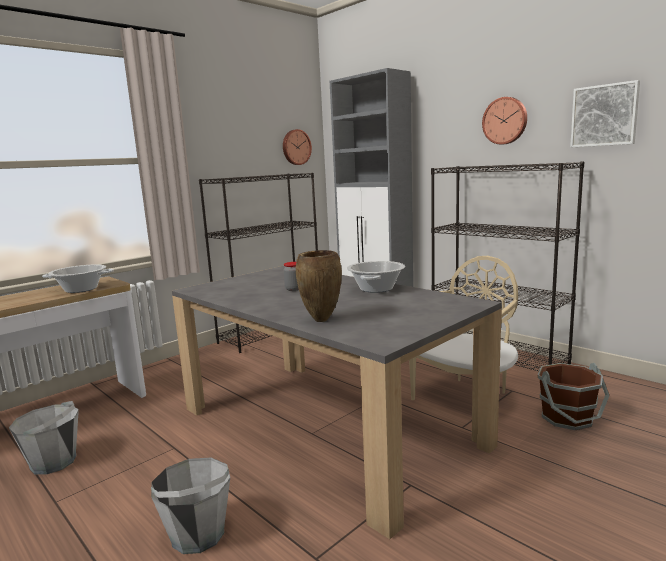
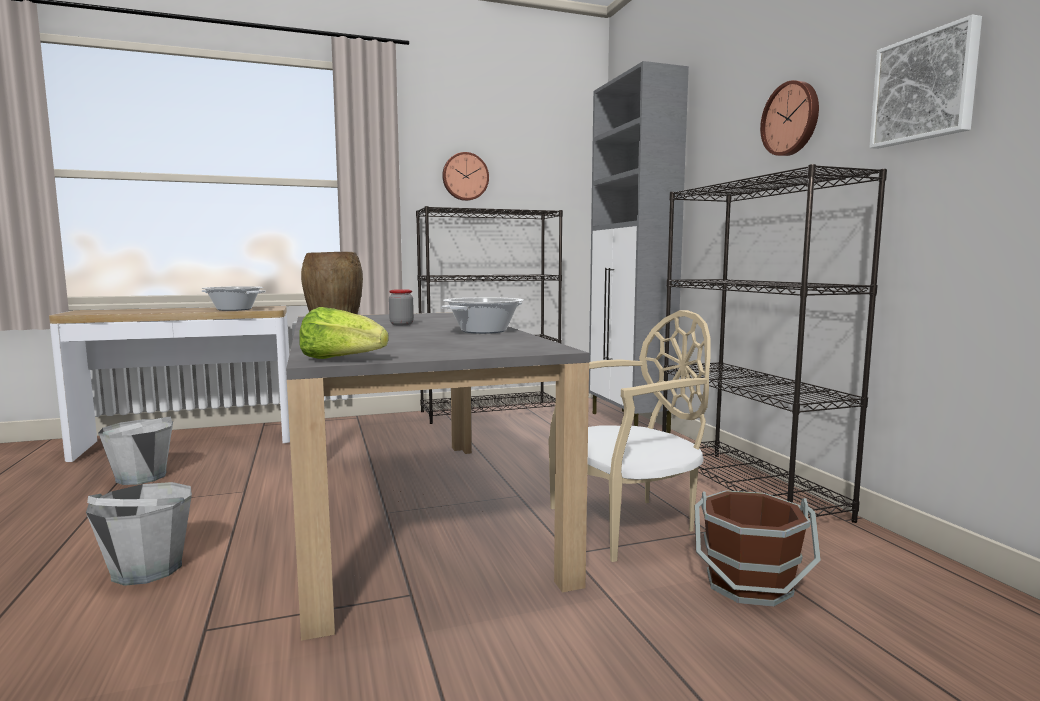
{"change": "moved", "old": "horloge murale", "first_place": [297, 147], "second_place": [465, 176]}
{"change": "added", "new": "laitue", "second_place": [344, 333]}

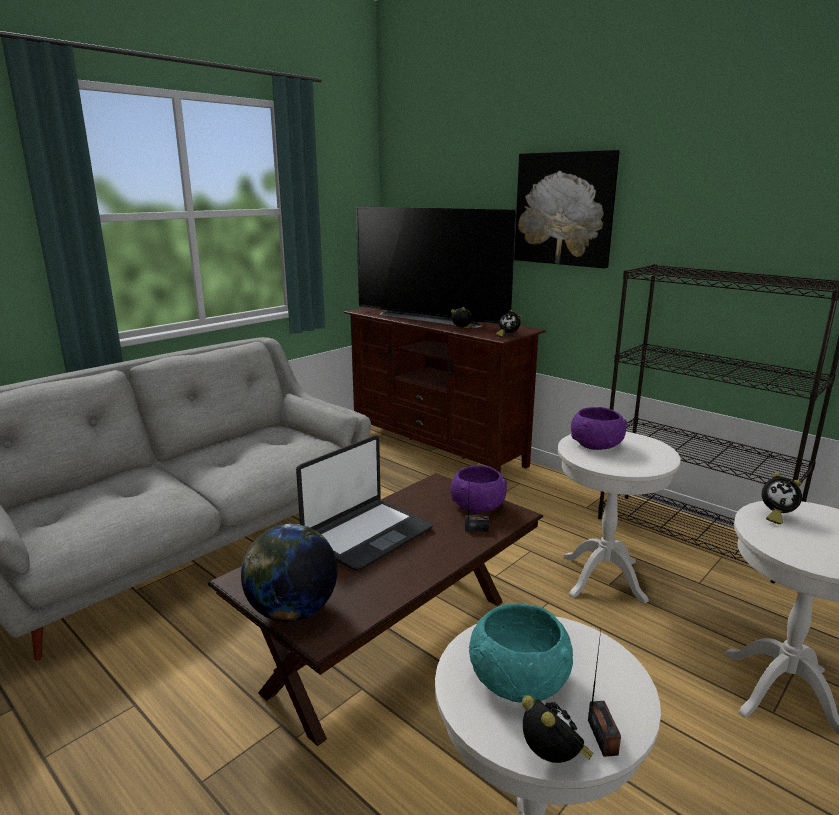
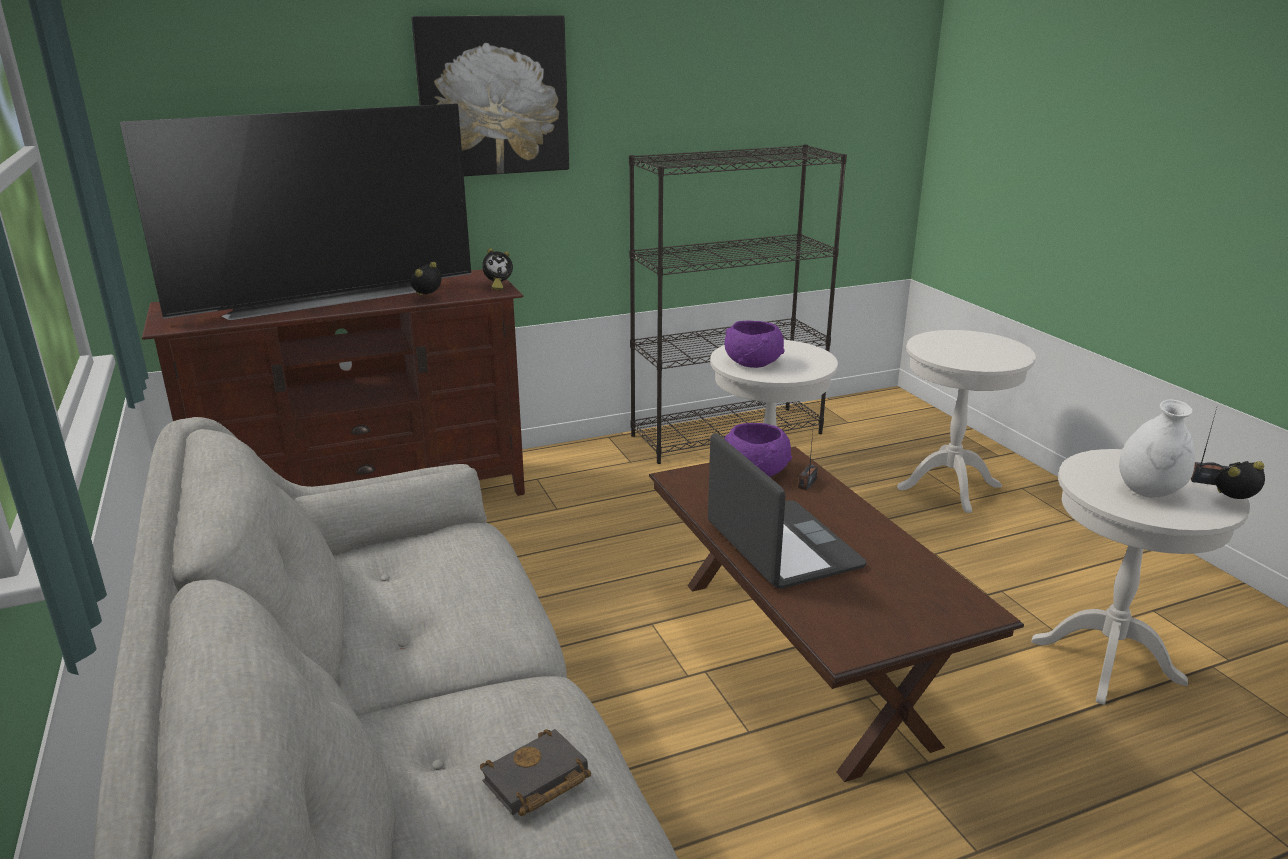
{"change": "removed", "old": "réveil", "first_place": [782, 498]}
{"change": "removed", "old": "globe", "first_place": [289, 573]}
{"change": "replaced", "old": "bol (turquoise)", "new": "vase (blanc)", "first_place": [521, 653], "second_place": [1157, 448]}
{"change": "added", "new": "livre (noir)", "second_place": [535, 772]}

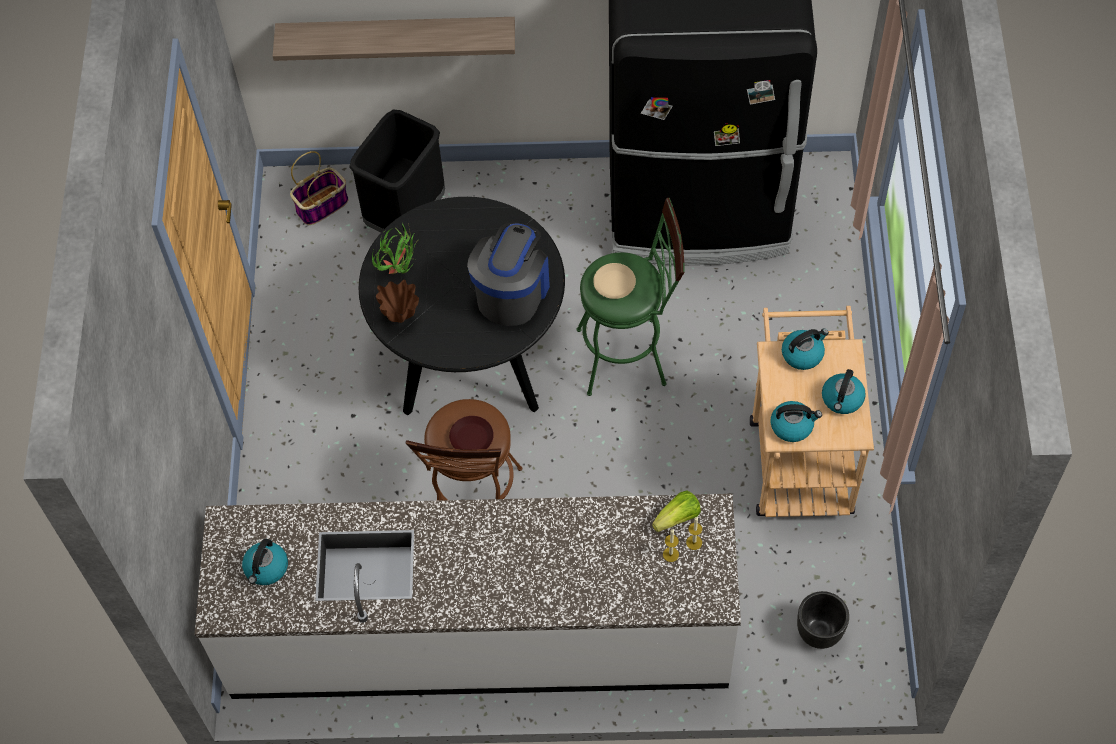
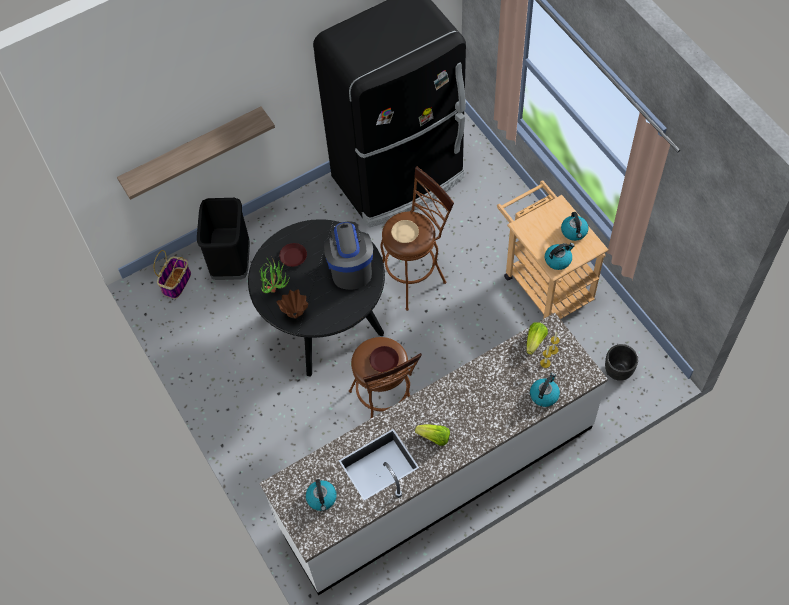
{"change": "recoloured", "old": "tabouret (vert)", "new": "tabouret (marron)", "first_place": [631, 297], "second_place": [417, 238]}
{"change": "moved", "old": "bouilloire", "first_place": [805, 349], "second_place": [545, 390]}
{"change": "added", "new": "assiette (marron)", "second_place": [293, 255]}
{"change": "added", "new": "laitue", "second_place": [432, 435]}

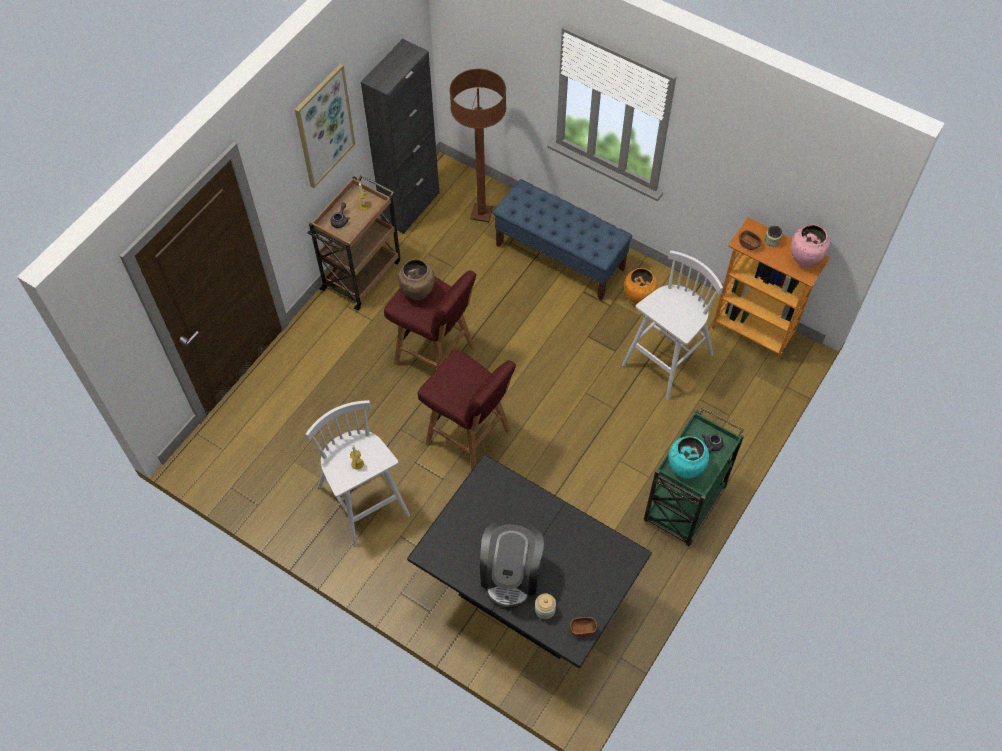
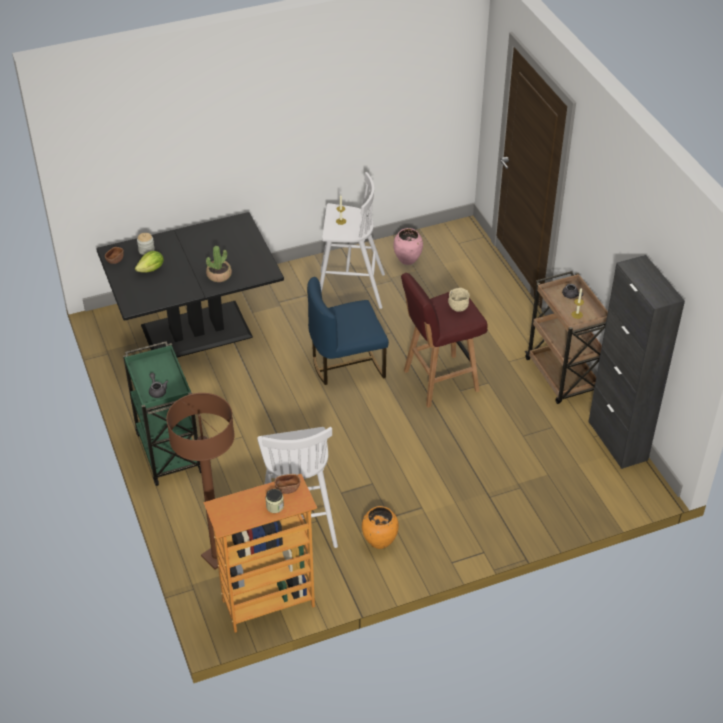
{"change": "removed", "old": "tableau", "first_place": [325, 126]}
{"change": "moved", "old": "lampadaire (marron)", "first_place": [478, 145], "second_place": [200, 481]}
{"change": "removed", "old": "banc (bleu)", "first_place": [562, 240]}
{"change": "moved", "old": "vase (rose)", "first_place": [810, 245], "second_place": [408, 246]}
{"change": "replaced", "old": "vase (marron)", "new": "bol (beige)", "first_place": [416, 279], "second_place": [459, 300]}
{"change": "replaced", "old": "tabouret (rouge)", "new": "chaise (bleu)", "first_place": [467, 410], "second_place": [348, 331]}
{"change": "removed", "old": "vase (turquoise)", "first_place": [689, 457]}
{"change": "removed", "old": "machine à café", "first_place": [512, 563]}
{"change": "added", "new": "plante en pot", "second_place": [219, 264]}
{"change": "added", "new": "laitue", "second_place": [149, 262]}

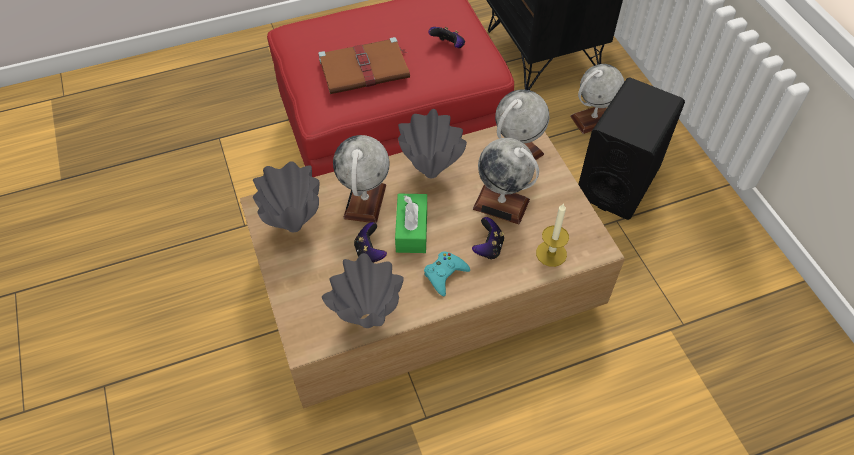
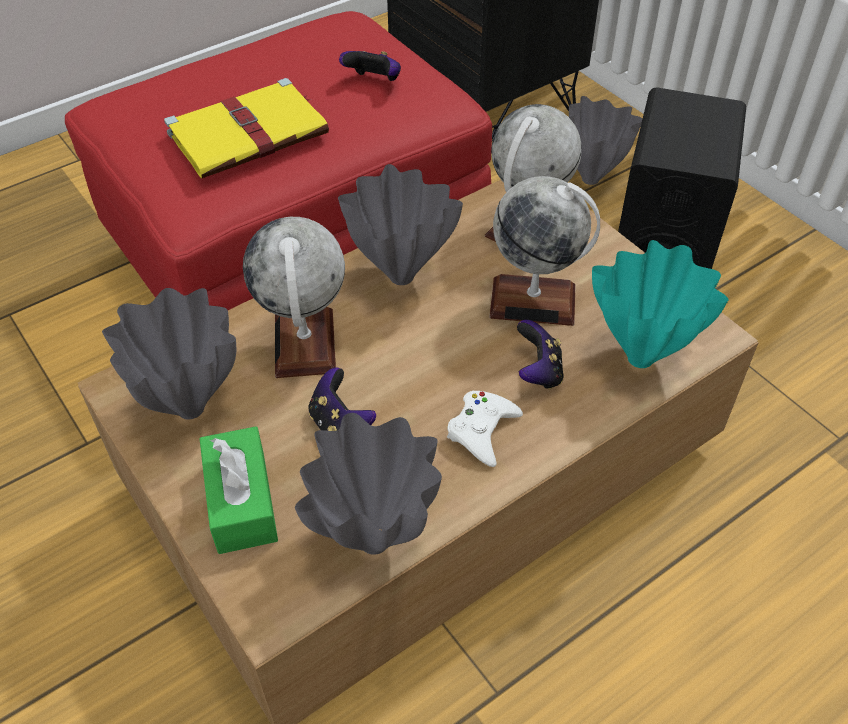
{"change": "recoloured", "old": "livre (marron)", "new": "livre (jaune)", "first_place": [364, 65], "second_place": [246, 128]}
{"change": "replaced", "old": "globe", "new": "vase (gris)", "first_place": [597, 99], "second_place": [605, 140]}
{"change": "moved", "old": "boîte à mouchoirs (vert)", "first_place": [411, 223], "second_place": [238, 490]}
{"change": "replaced", "old": "bougie", "new": "vase (turquoise)", "first_place": [552, 235], "second_place": [660, 304]}
{"change": "recoloured", "old": "manette (turquoise)", "new": "manette (blanc)", "first_place": [447, 273], "second_place": [485, 429]}

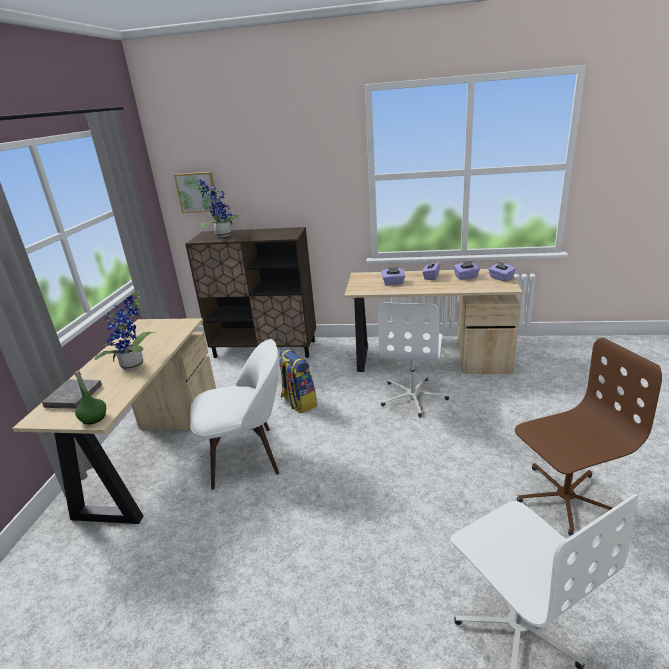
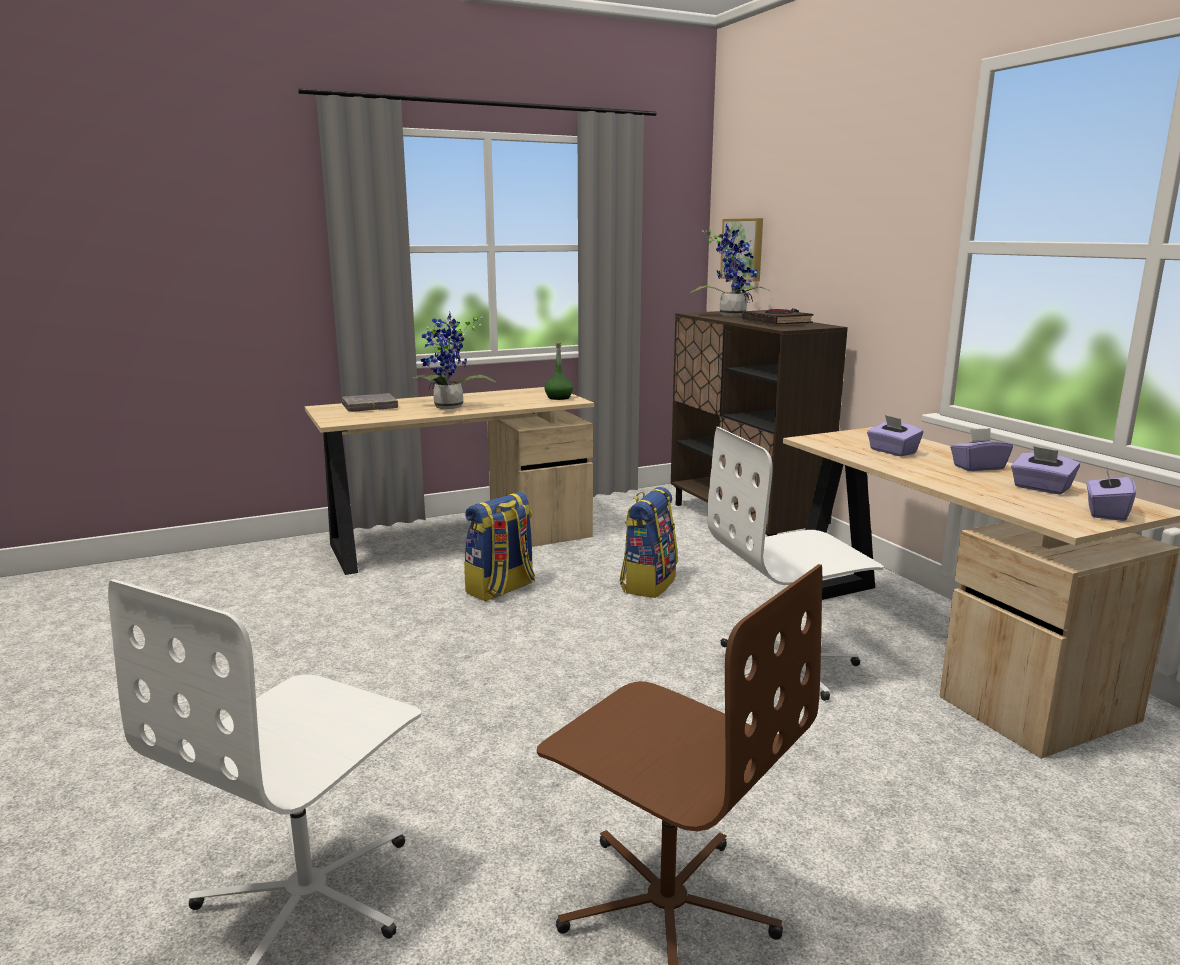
{"change": "replaced", "old": "chaise (blanc)", "new": "sac à dos", "first_place": [235, 414], "second_place": [499, 546]}
{"change": "moved", "old": "bouteille (vert)", "first_place": [90, 398], "second_place": [558, 371]}
{"change": "added", "new": "livre (noir)", "second_place": [777, 317]}

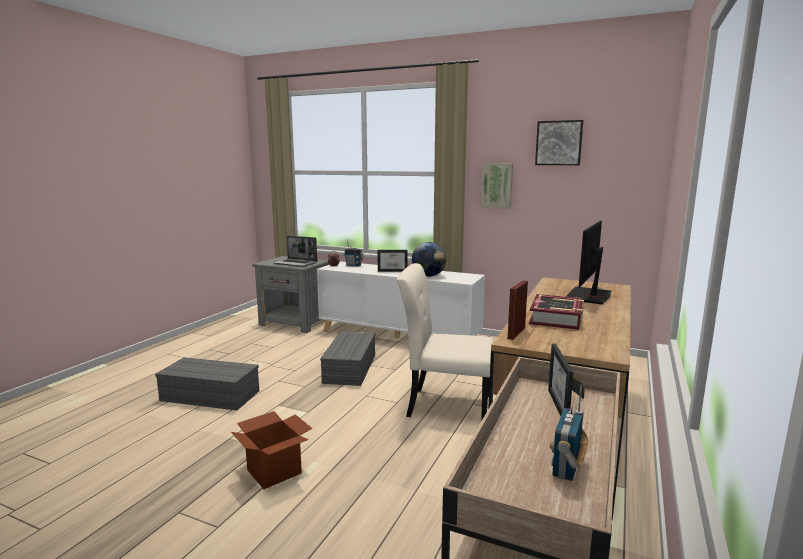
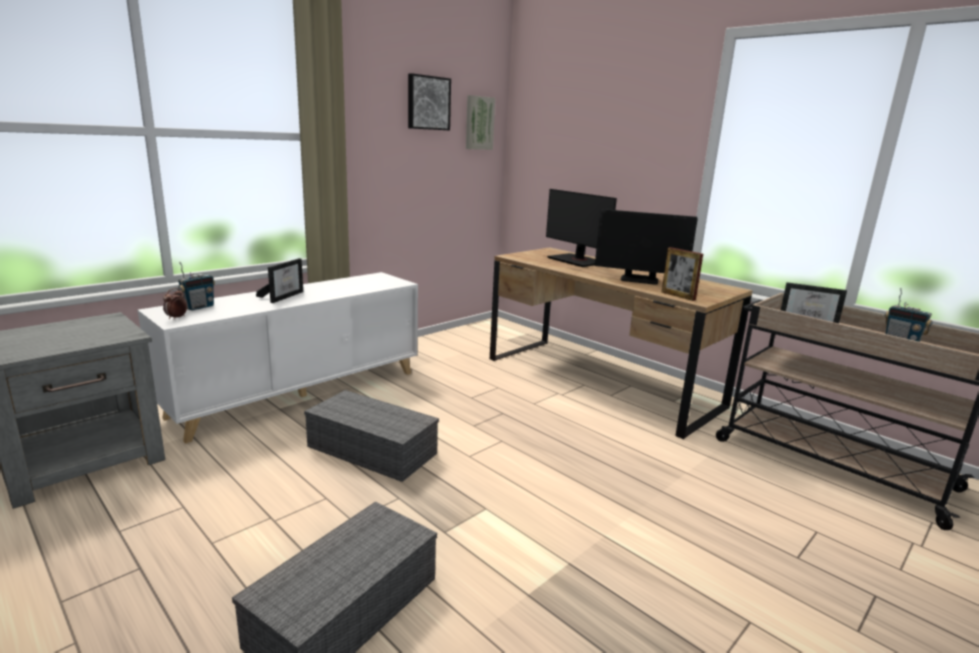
{"change": "moved", "old": "tableau", "first_place": [497, 186], "second_place": [480, 122]}
{"change": "removed", "old": "ordinateur portable", "first_place": [295, 251]}
{"change": "removed", "old": "globe", "first_place": [429, 259]}
{"change": "removed", "old": "chaise (beige)", "first_place": [445, 342]}
{"change": "replaced", "old": "livre", "new": "écran d'ordinateur", "first_place": [556, 312], "second_place": [646, 247]}
{"change": "removed", "old": "carton", "first_place": [272, 450]}

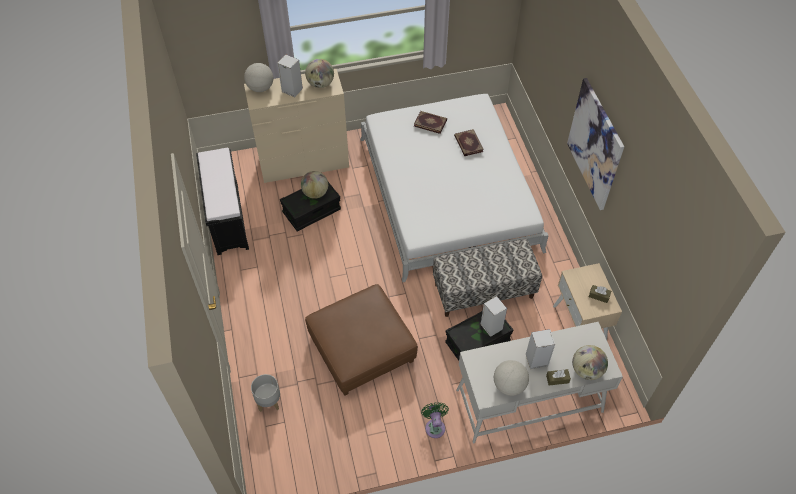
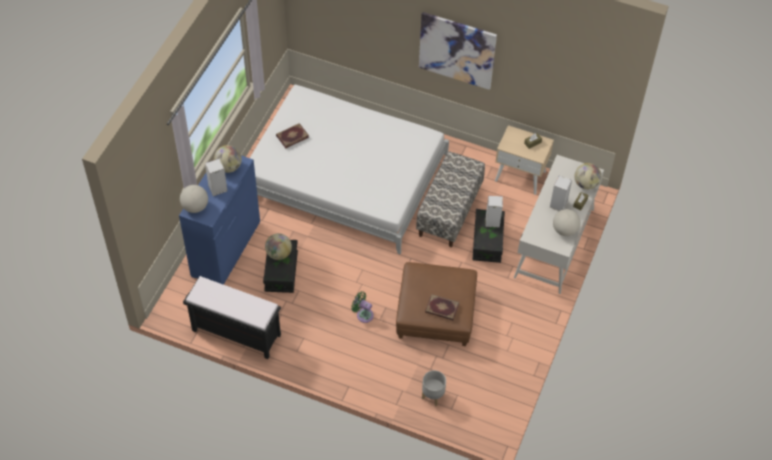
{"change": "recoloured", "old": "commode (beige)", "new": "commode (bleu)", "first_place": [296, 126], "second_place": [219, 220]}
{"change": "moved", "old": "livre", "first_place": [469, 142], "second_place": [442, 307]}
{"change": "moved", "old": "ventilateur (vert)", "first_place": [435, 420], "second_place": [362, 307]}

